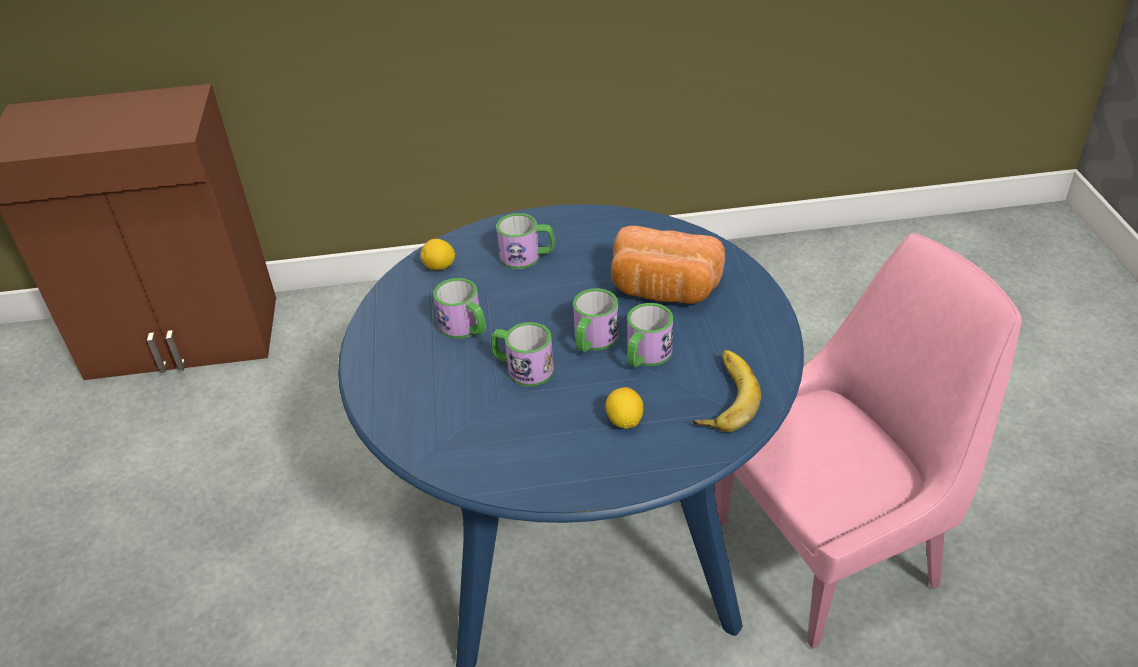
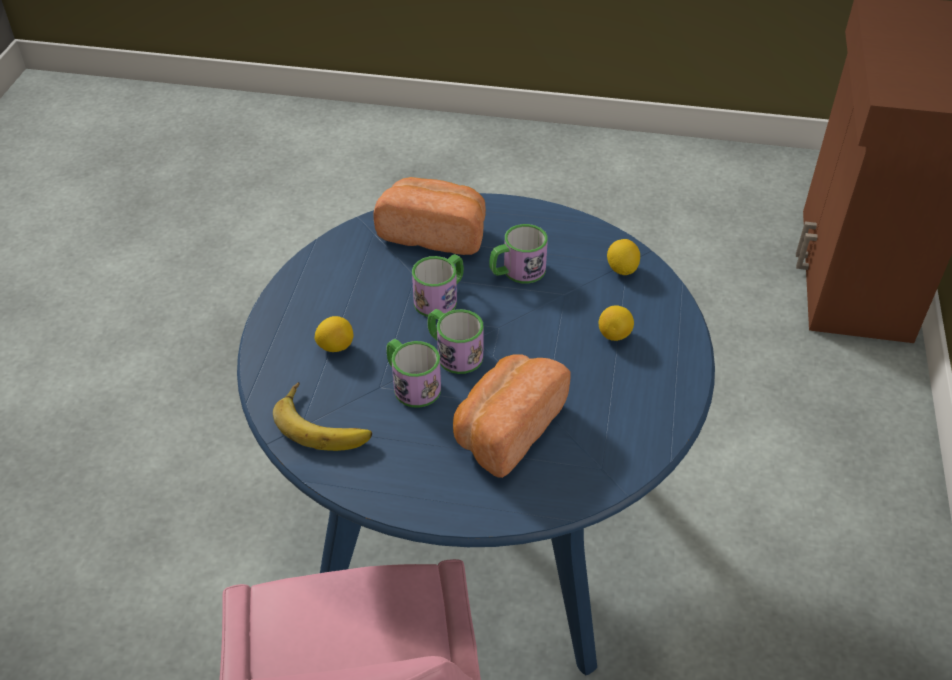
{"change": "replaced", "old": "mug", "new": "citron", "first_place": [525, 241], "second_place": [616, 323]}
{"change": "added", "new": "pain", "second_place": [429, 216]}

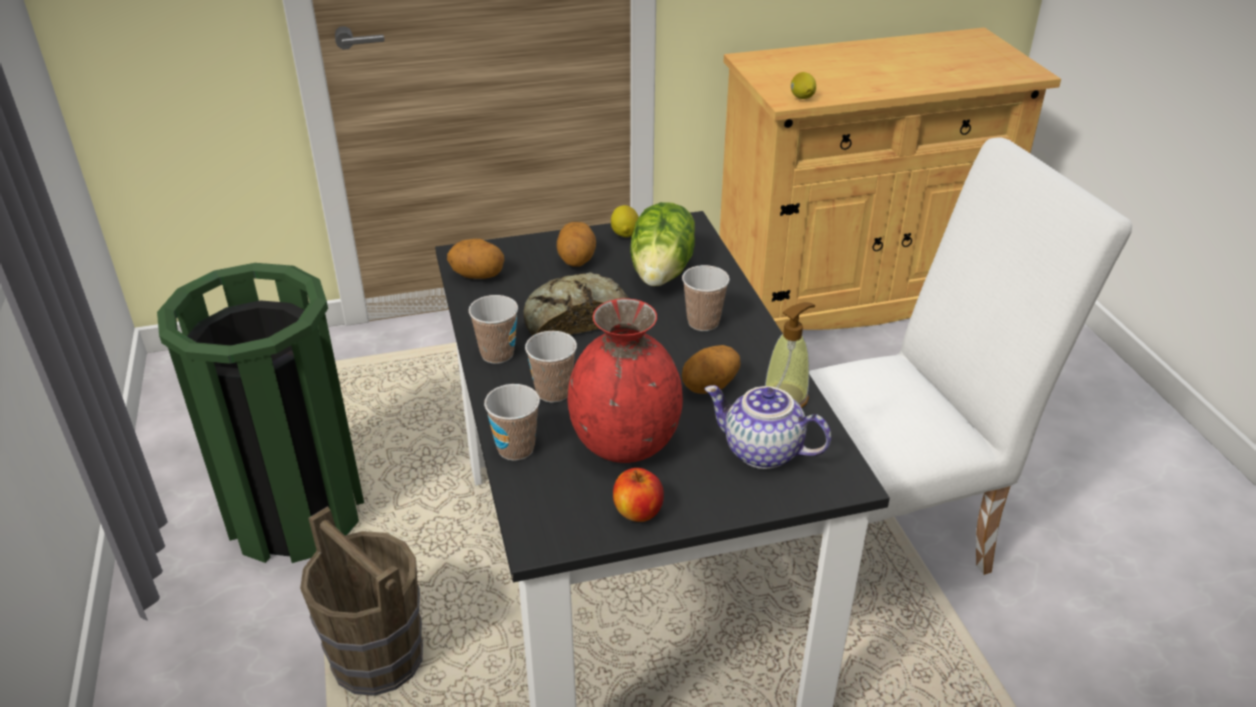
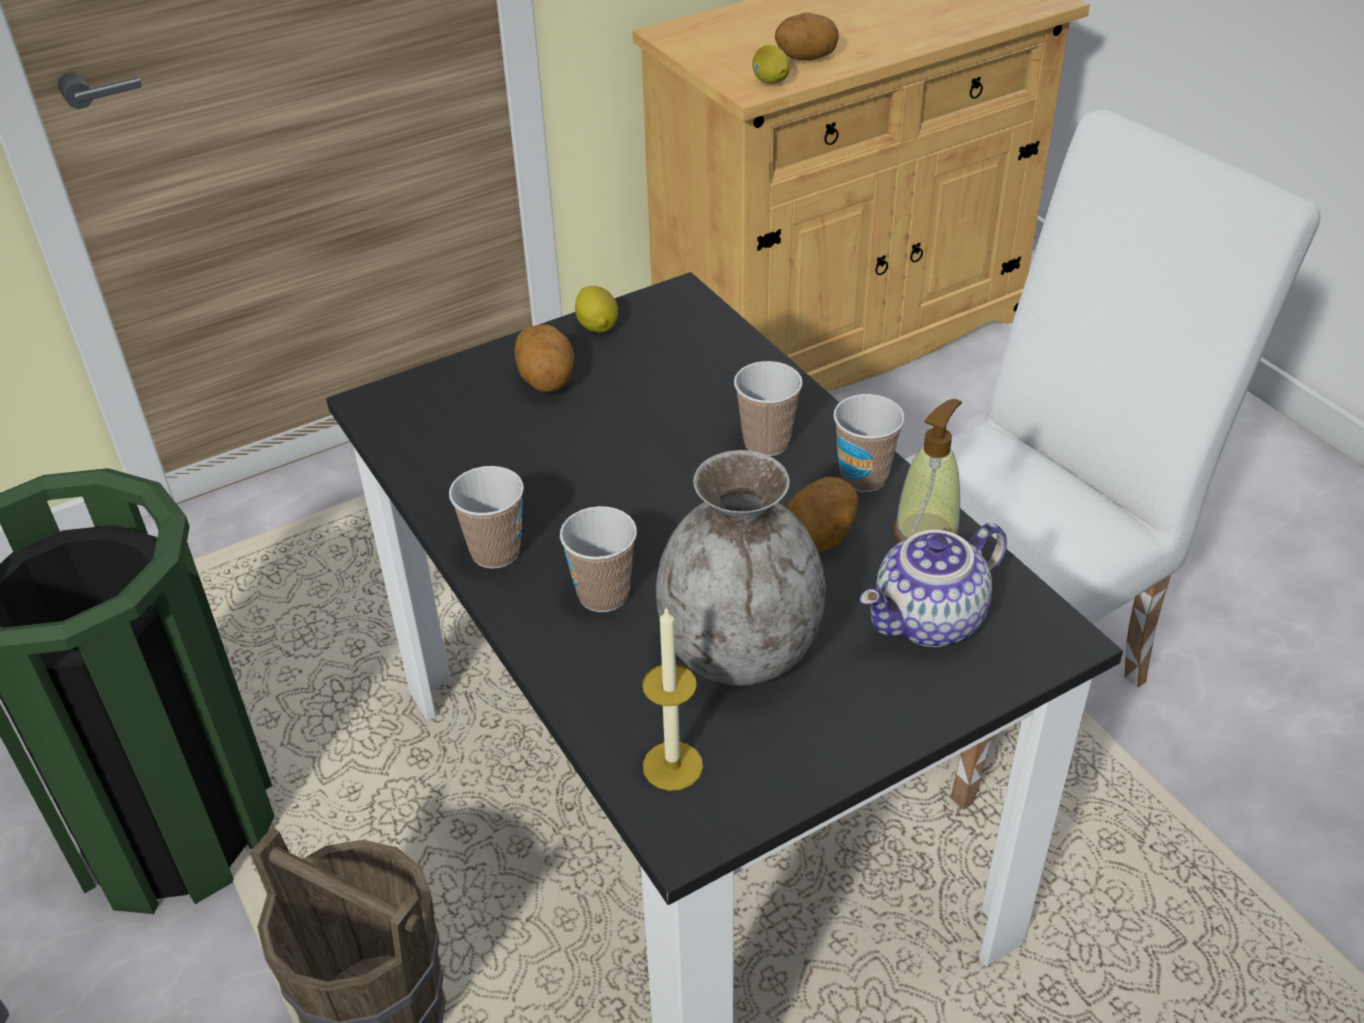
{"change": "removed", "old": "laitue", "first_place": [662, 244]}
{"change": "moved", "old": "pomme de terre", "first_place": [475, 259], "second_place": [807, 36]}
{"change": "removed", "old": "pain", "first_place": [576, 303]}
{"change": "recoloured", "old": "vase (rouge)", "new": "vase (gris)", "first_place": [625, 380], "second_place": [740, 568]}
{"change": "moved", "old": "tasse", "first_place": [512, 422], "second_place": [869, 443]}
{"change": "turned", "old": "théière", "first_place": [767, 427], "second_place": [933, 585], "degrees": -45}
{"change": "removed", "old": "pomme", "first_place": [638, 495]}
{"change": "added", "new": "bougie", "second_place": [672, 699]}

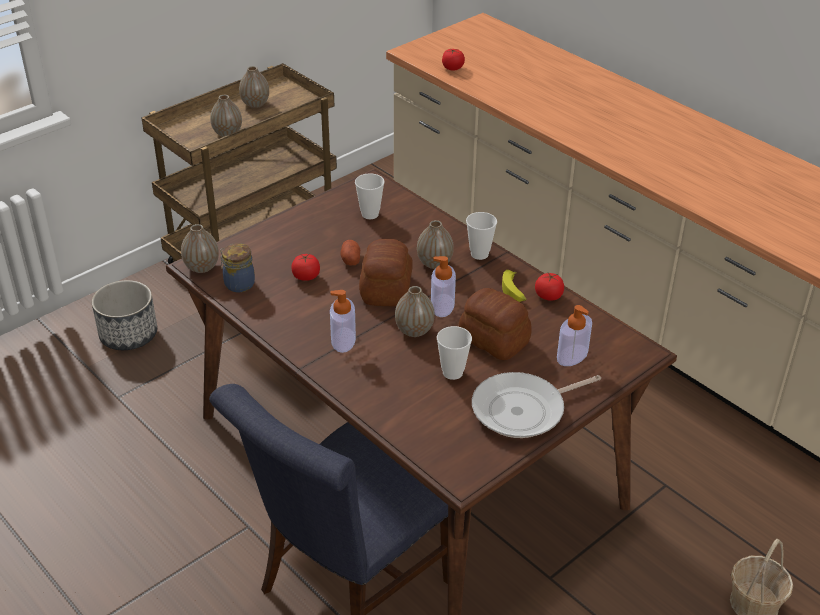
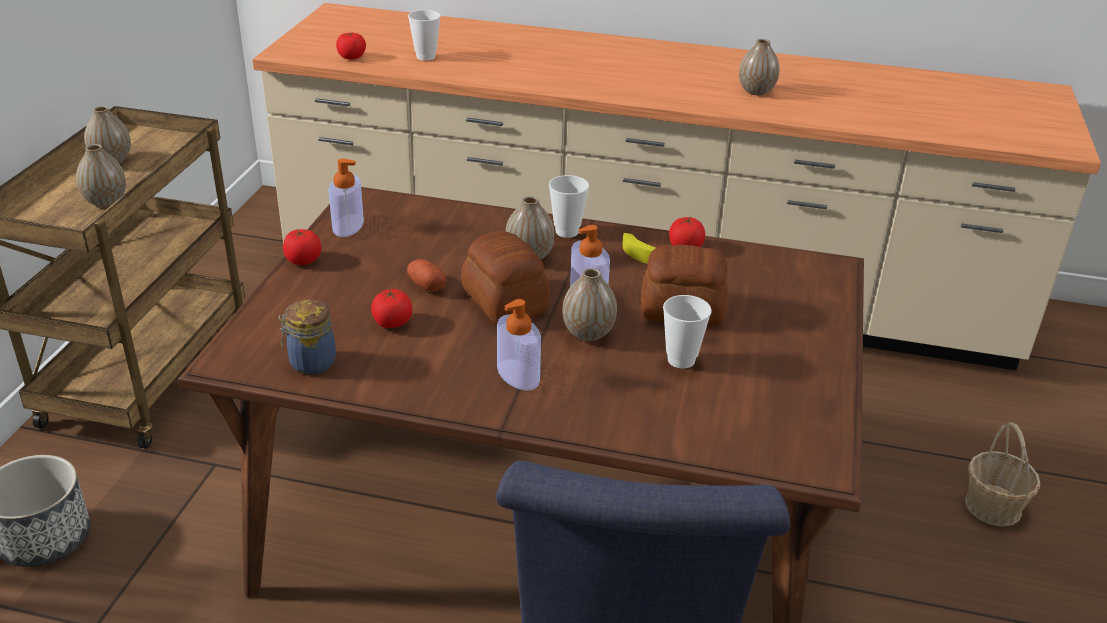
{"change": "moved", "old": "tasse", "first_place": [370, 196], "second_place": [424, 35]}
{"change": "moved", "old": "vase", "first_place": [200, 248], "second_place": [759, 67]}
{"change": "moved", "old": "distributeur de savon", "first_place": [574, 335], "second_place": [346, 198]}
{"change": "removed", "old": "poêle", "first_place": [536, 405]}
{"change": "added", "new": "tomate", "second_place": [302, 247]}

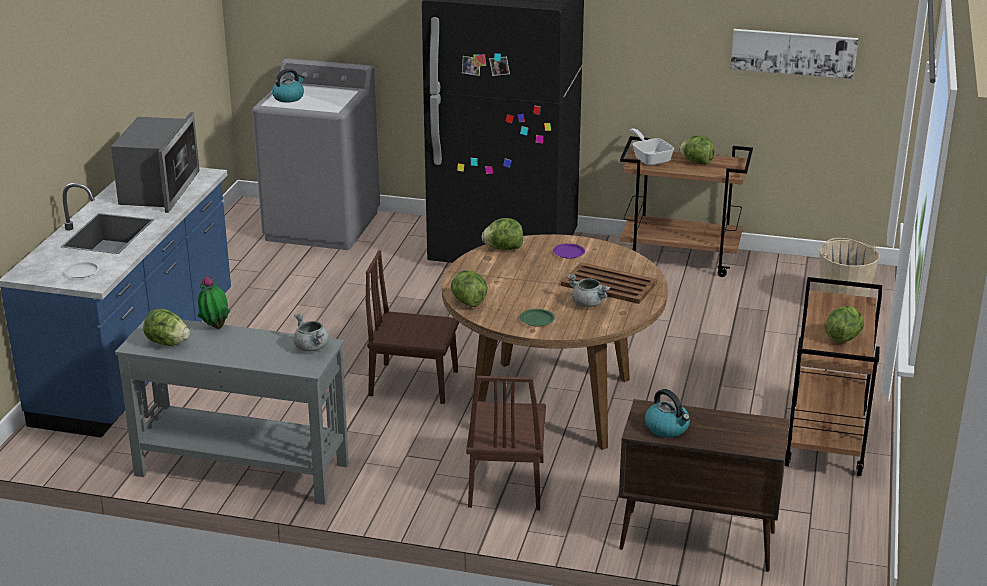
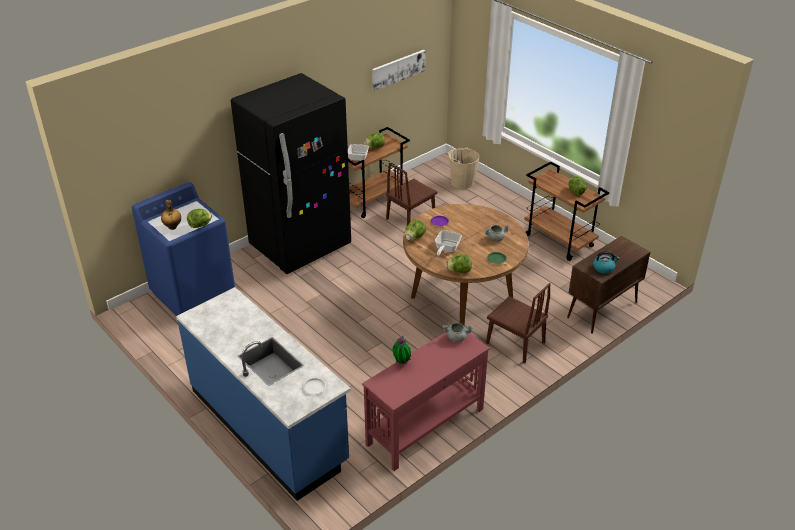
{"change": "recoloured", "old": "lave-linge (gris)", "new": "lave-linge (bleu)", "first_place": [316, 154], "second_place": [183, 249]}
{"change": "replaced", "old": "bouilloire", "new": "bouteille", "first_place": [288, 86], "second_place": [171, 215]}
{"change": "removed", "old": "micro-ondes", "first_place": [155, 162]}
{"change": "moved", "old": "chaise (marron)", "first_place": [412, 327], "second_place": [411, 194]}
{"change": "removed", "old": "plateau (marron)", "first_place": [609, 283]}
{"change": "moved", "old": "laitue", "first_place": [166, 327], "second_place": [199, 218]}
{"change": "recoloured", "old": "table console (gris)", "new": "table console (rouge)", "first_place": [232, 412], "second_place": [426, 401]}
{"change": "added", "new": "poêle", "second_place": [448, 243]}

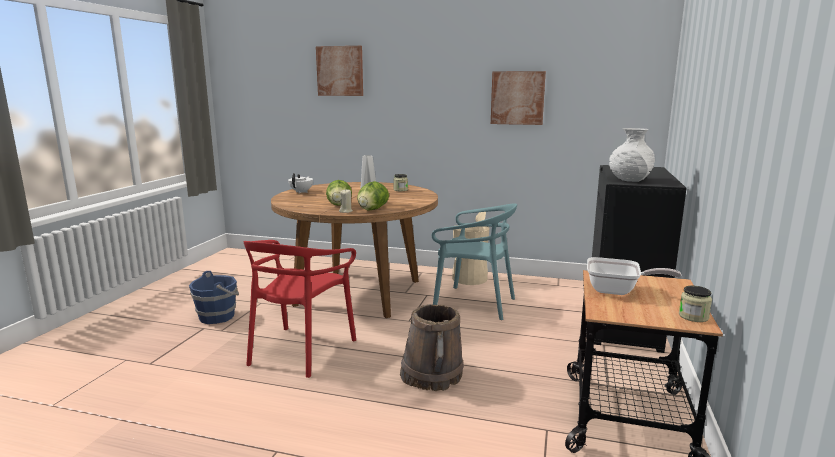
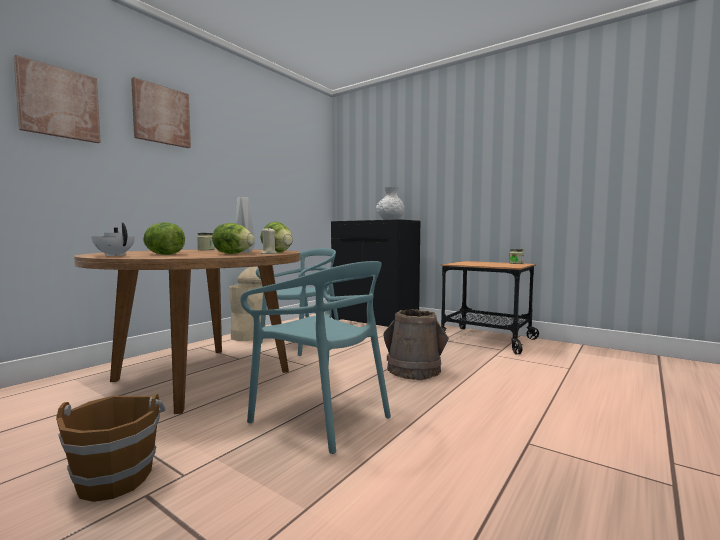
{"change": "moved", "old": "tableau", "first_place": [518, 98], "second_place": [161, 112]}
{"change": "recoloured", "old": "chaise (rouge)", "new": "chaise (turquoise)", "first_place": [300, 309], "second_place": [315, 357]}
{"change": "removed", "old": "poêle", "first_place": [634, 276]}
{"change": "recoloured", "old": "seau (bleu)", "new": "seau (marron)", "first_place": [214, 297], "second_place": [111, 447]}
{"change": "added", "new": "laitue", "second_place": [164, 238]}

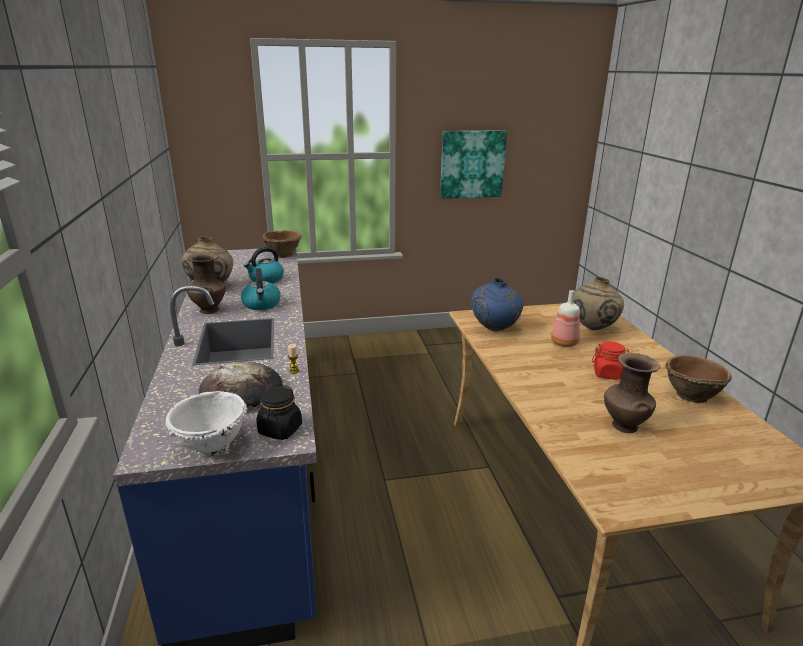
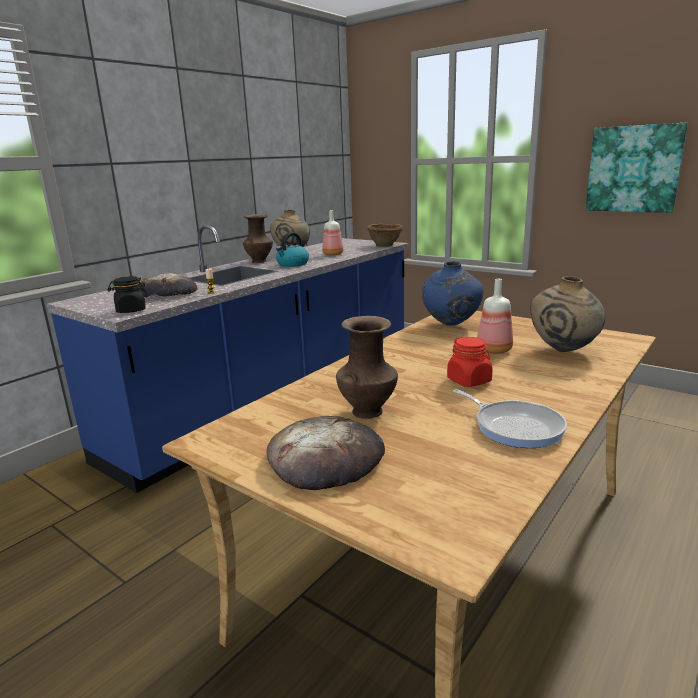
{"change": "replaced", "old": "bouilloire", "new": "bouteille", "first_place": [264, 265], "second_place": [332, 233]}
{"change": "replaced", "old": "bol (marron)", "new": "poêle", "first_place": [698, 379], "second_place": [510, 418]}
{"change": "removed", "old": "bol (blanc)", "first_place": [206, 423]}
{"change": "added", "new": "pain", "second_place": [325, 453]}

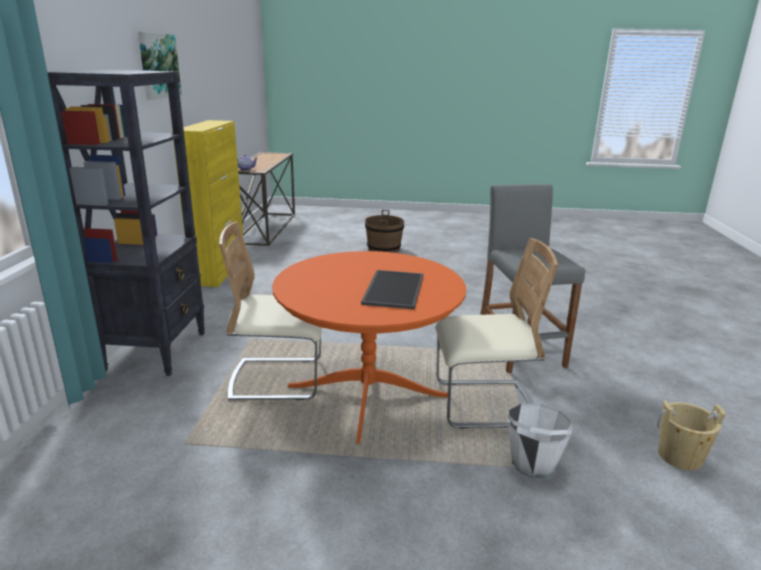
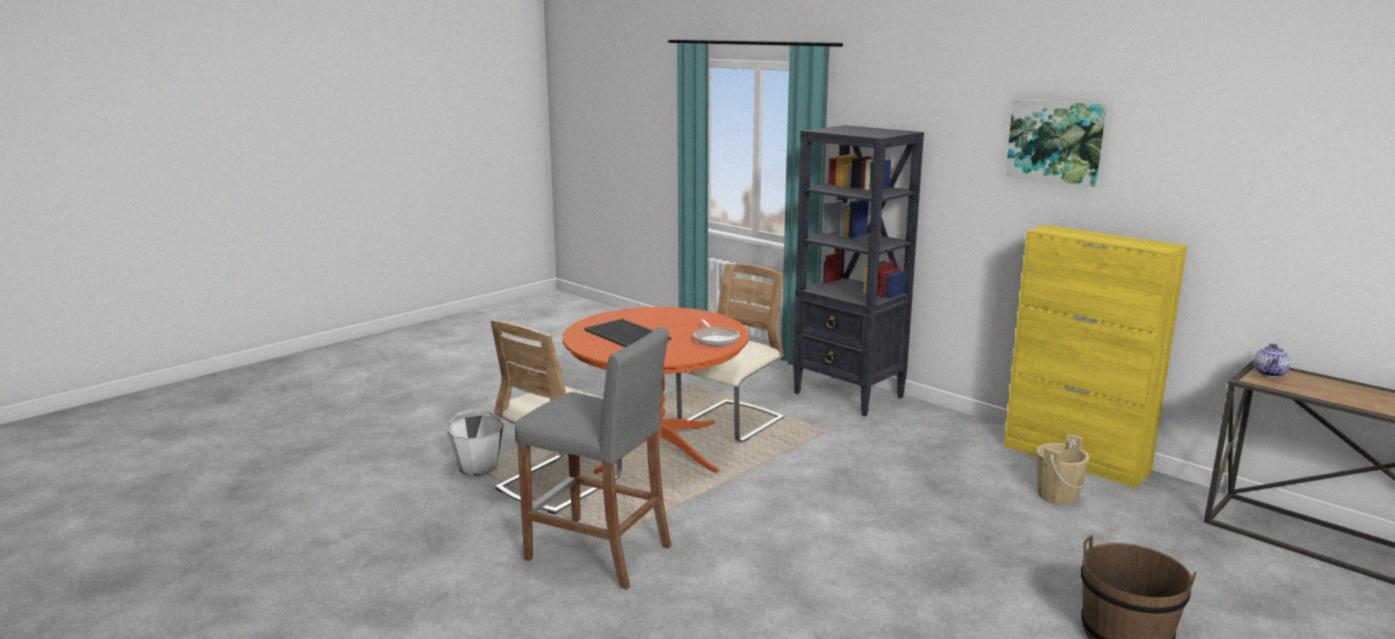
{"change": "moved", "old": "seau (beige)", "first_place": [691, 435], "second_place": [1063, 469]}
{"change": "added", "new": "poêle", "second_place": [716, 332]}

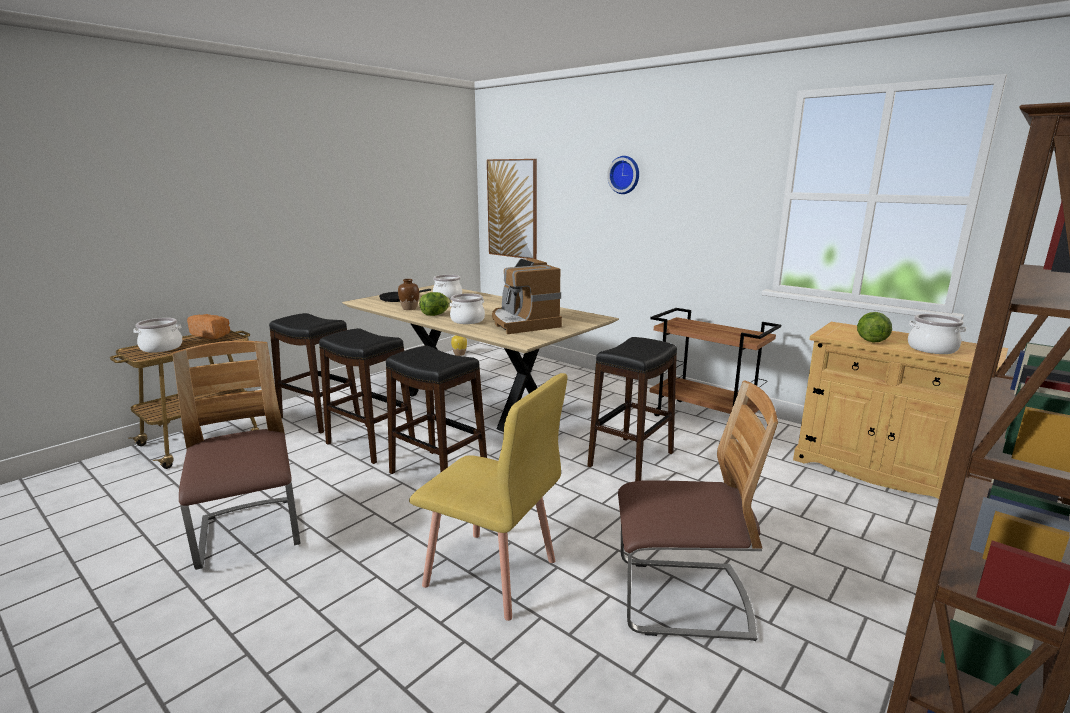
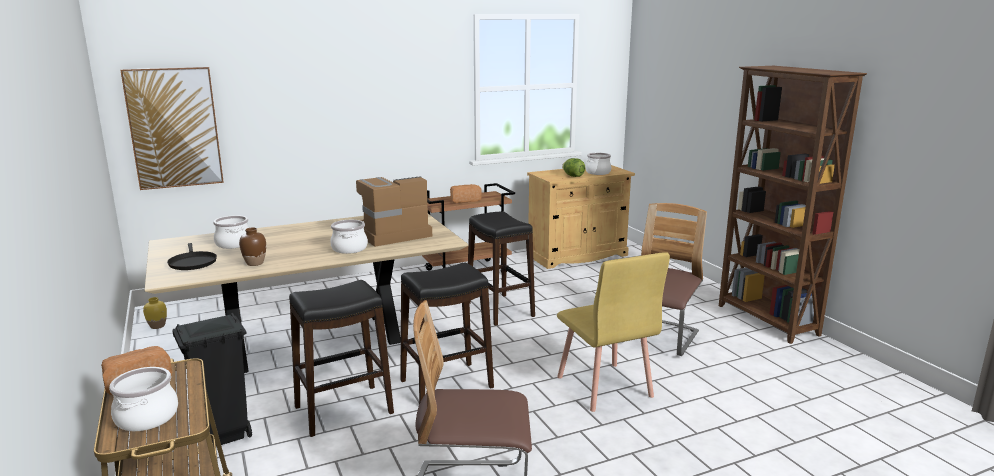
{"change": "removed", "old": "horloge murale", "first_place": [623, 175]}
{"change": "turned", "old": "machine à café", "first_place": [527, 296], "second_place": [394, 211], "degrees": 150}
{"change": "removed", "old": "laitue", "first_place": [435, 304]}
{"change": "replaced", "old": "tabouret (noir)", "new": "poubelle (noir)", "first_place": [315, 373], "second_place": [212, 380]}
{"change": "turned", "old": "chaise (jaune)", "first_place": [488, 497], "second_place": [613, 332], "degrees": 105}
{"change": "added", "new": "pain", "second_place": [466, 193]}

